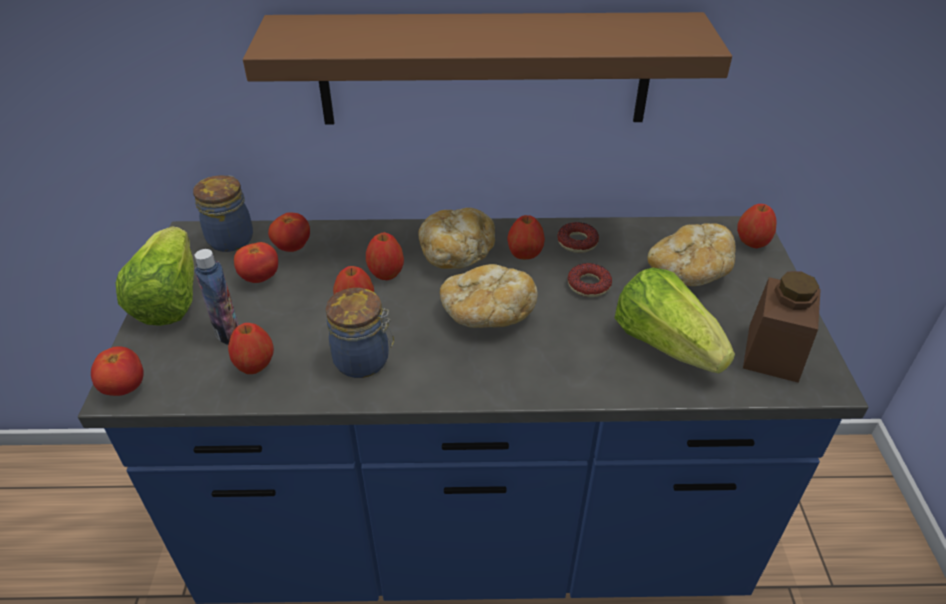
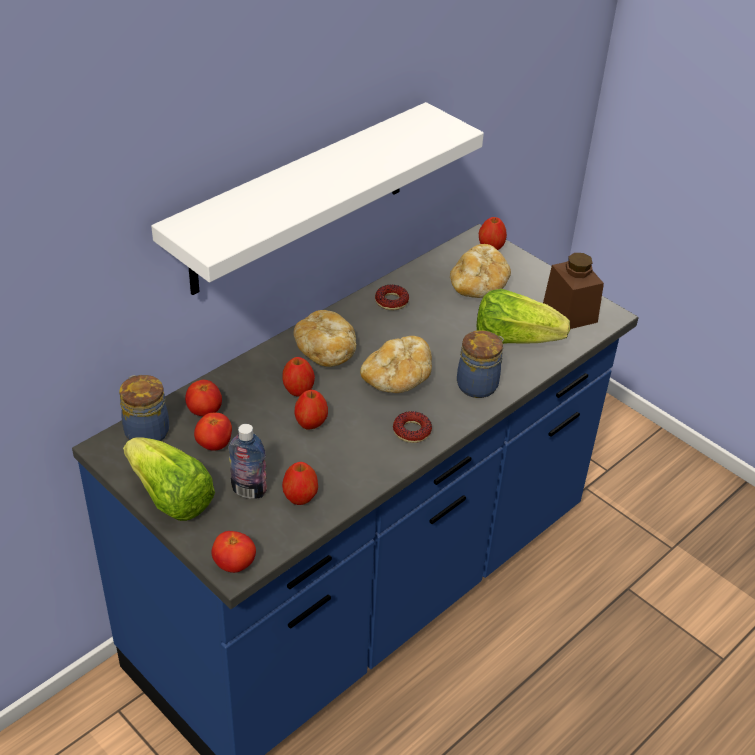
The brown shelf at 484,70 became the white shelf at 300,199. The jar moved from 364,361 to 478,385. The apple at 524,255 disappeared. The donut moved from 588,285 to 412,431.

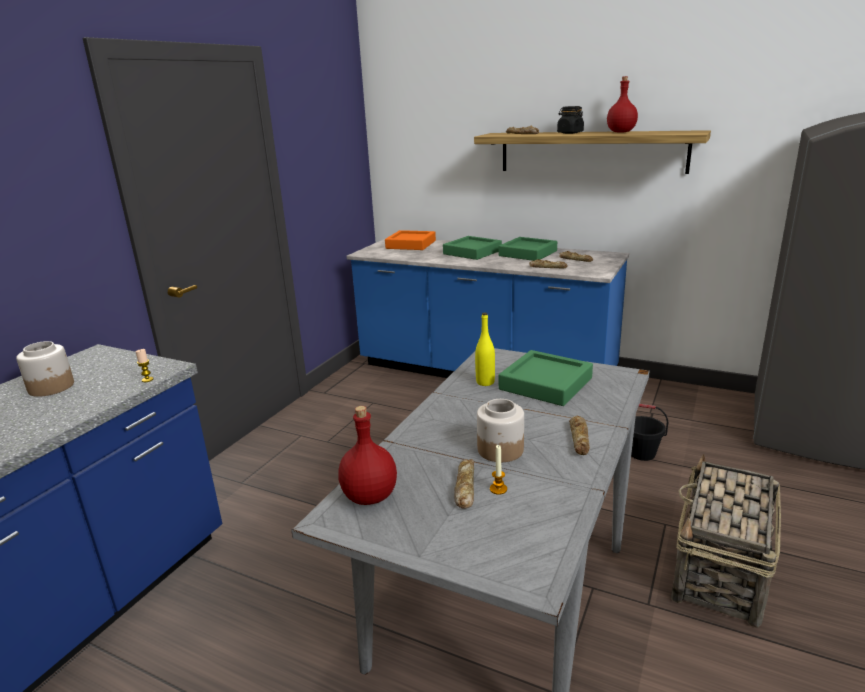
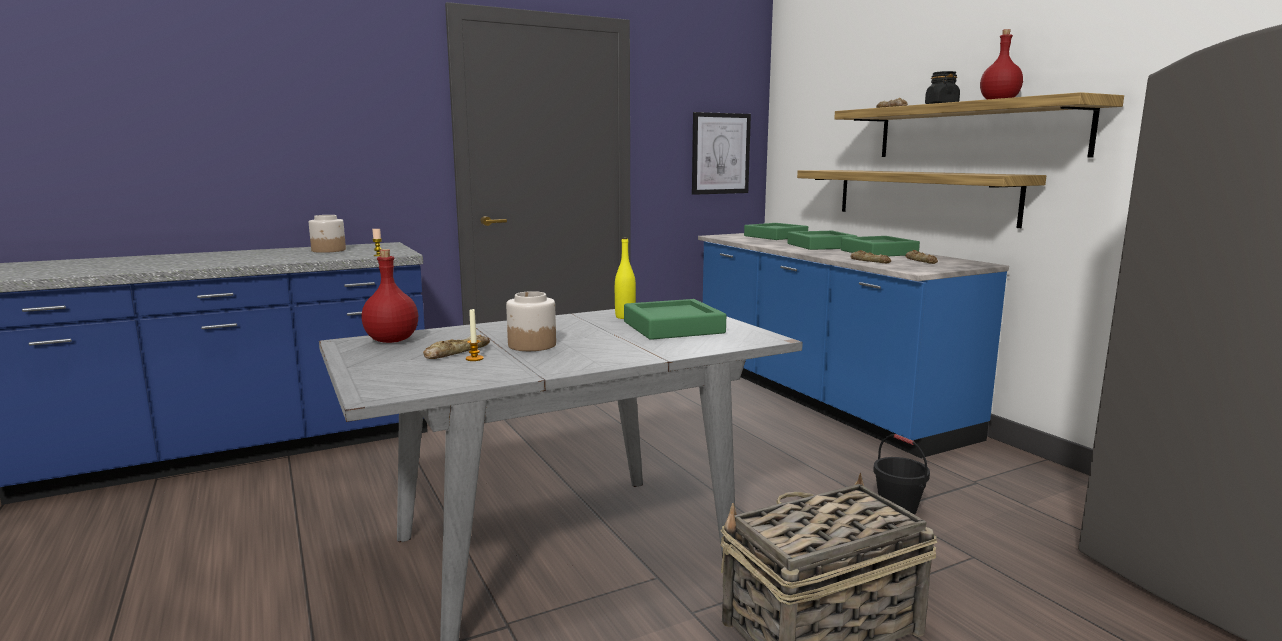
The orange tray at 411,244 became the green tray at 775,236. The bread at 580,439 disappeared. The picture at 720,153 appeared. The shelf at 922,195 appeared.

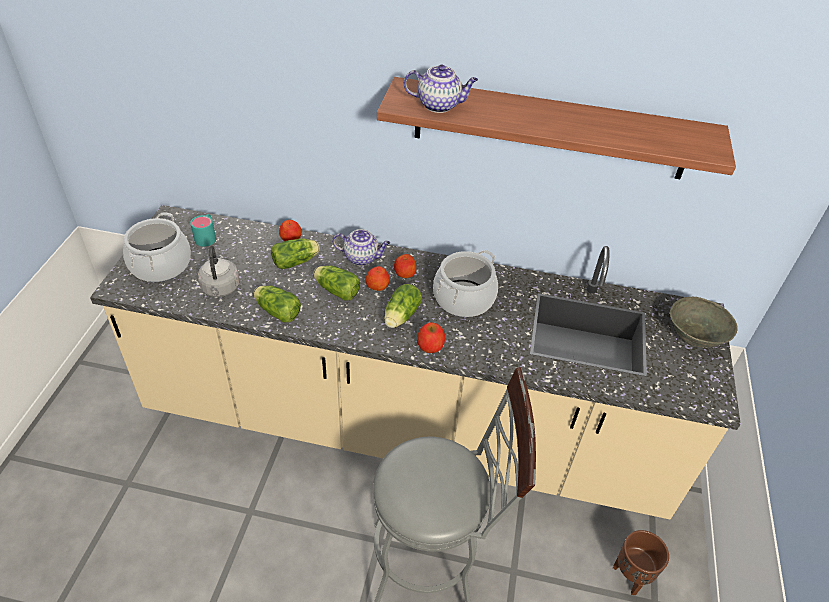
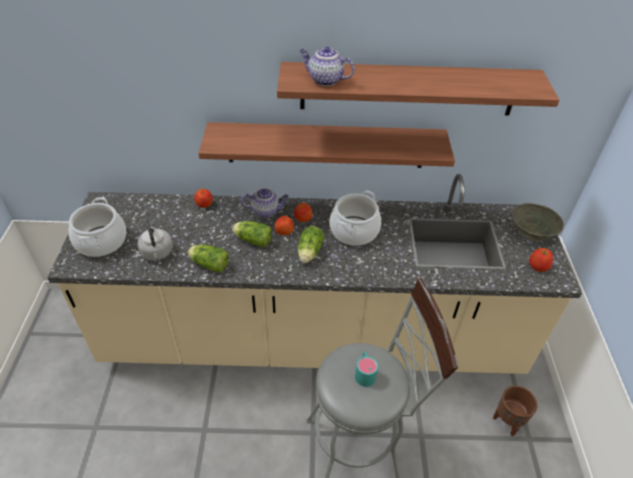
The turquoise mug moved from 207,236 to 364,372. The lettuce at 297,261 disappeared. The teapot at 439,105 turned 150 degrees counterclockwise. The apple moved from 430,345 to 538,266. The shelf at 326,145 appeared.

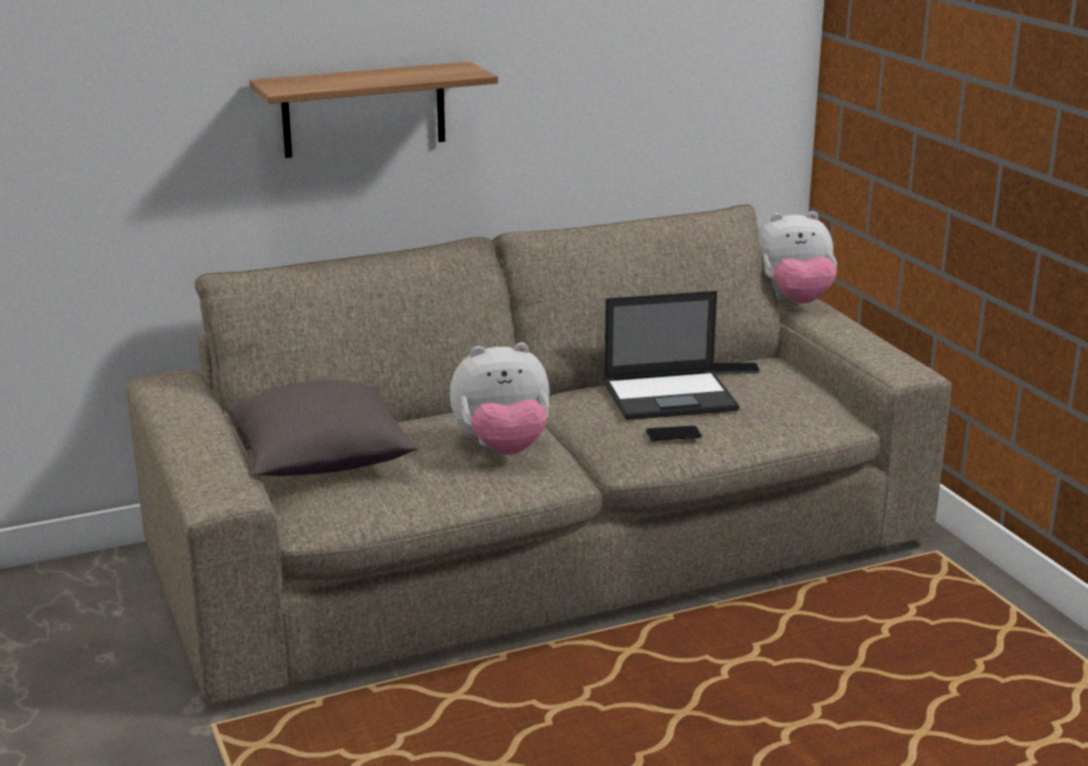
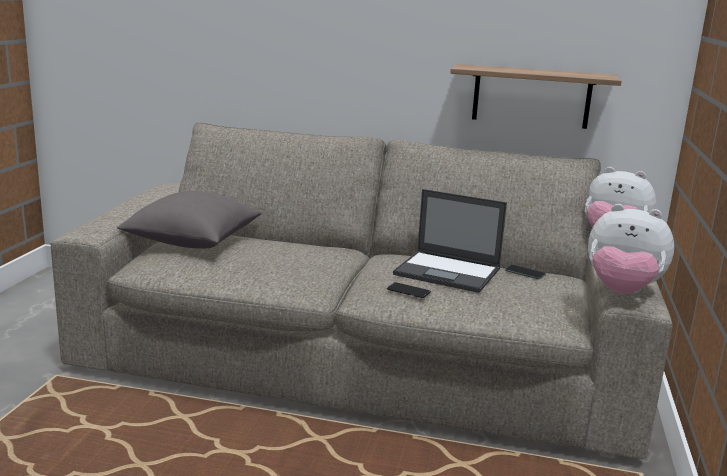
The shelf moved from 364,110 to 531,96. The plush toy moved from 503,448 to 621,292.

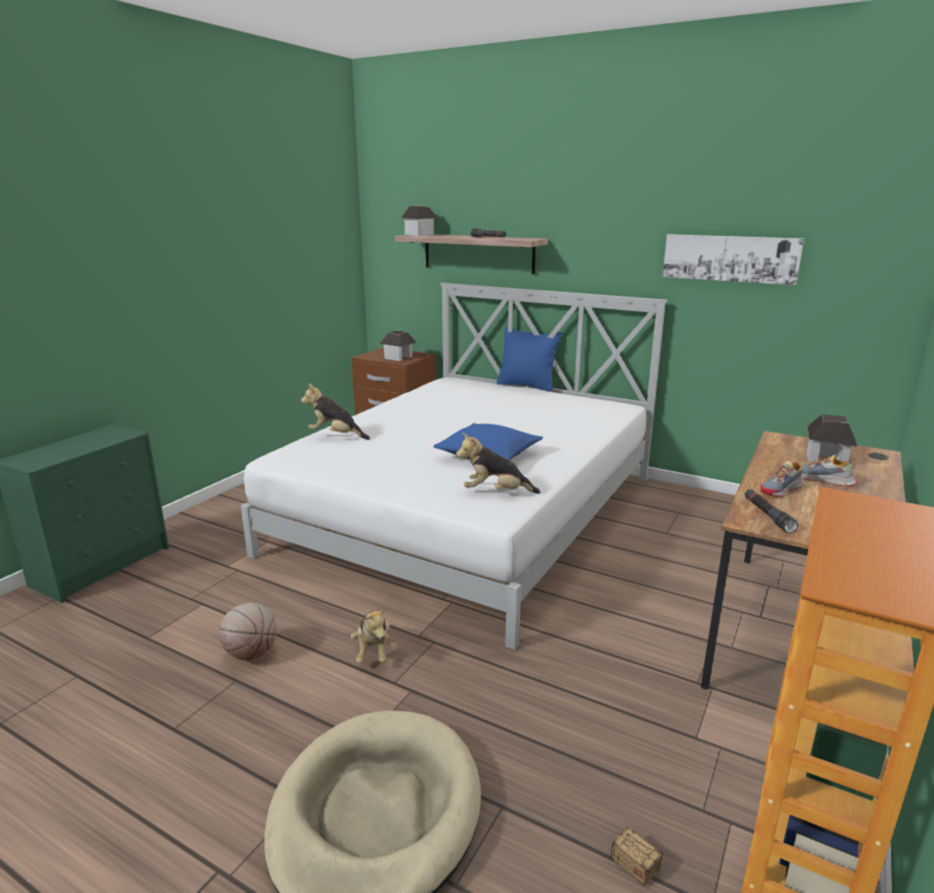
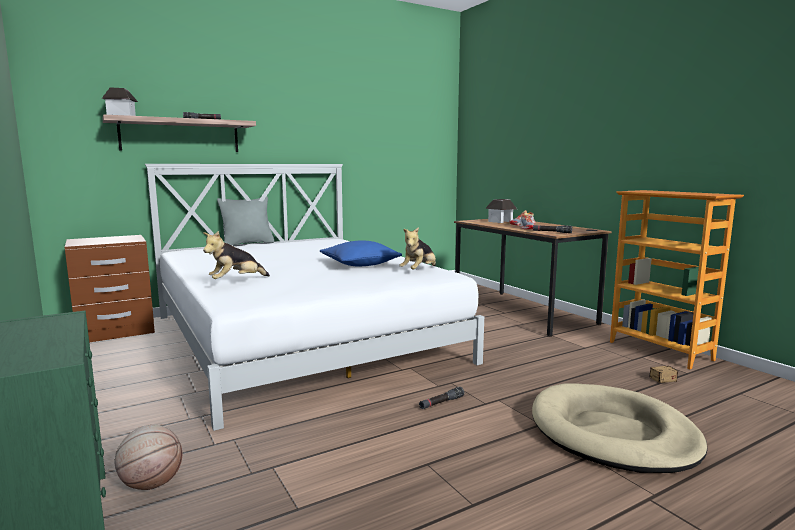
The basketball moved from 251,653 to 152,483. The plush toy at 373,651 was replaced by the black flashlight at 441,403. The toy house at 398,357 disappeared. The blue pillow at 527,385 became the grey pillow at 248,243. The picture at 730,258 disappeared.

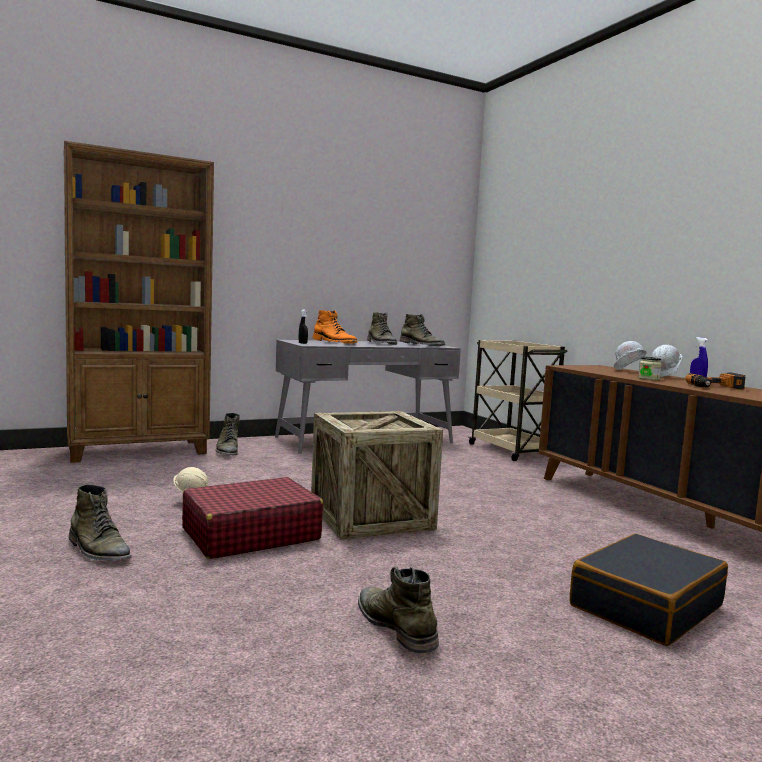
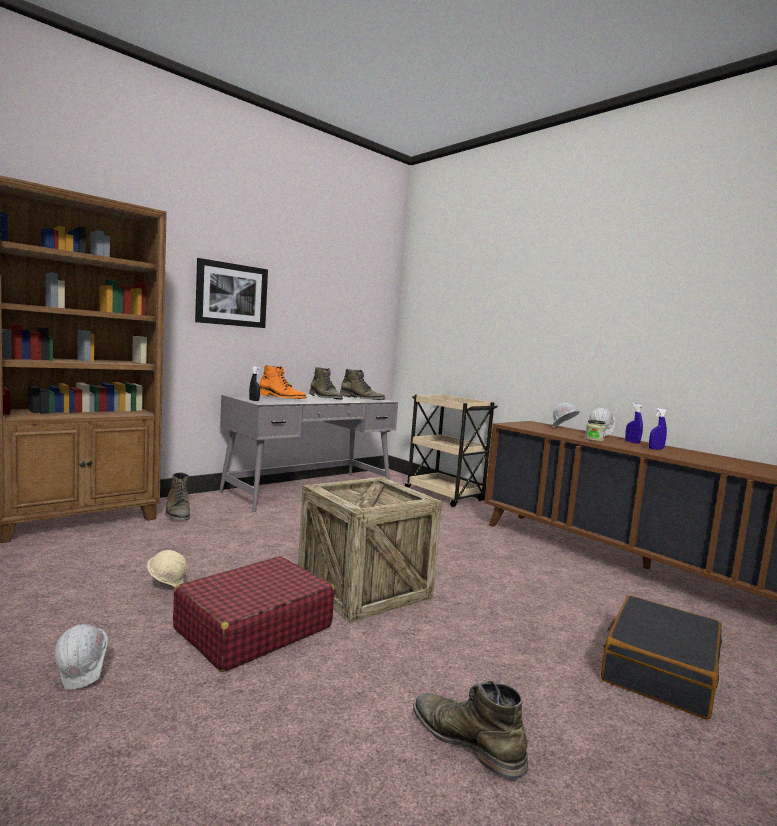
The green boot at 98,550 was replaced by the white hard hat at 83,677. The power drill at 716,387 was replaced by the blue spray bottle at 656,449. The picture at 231,294 appeared.

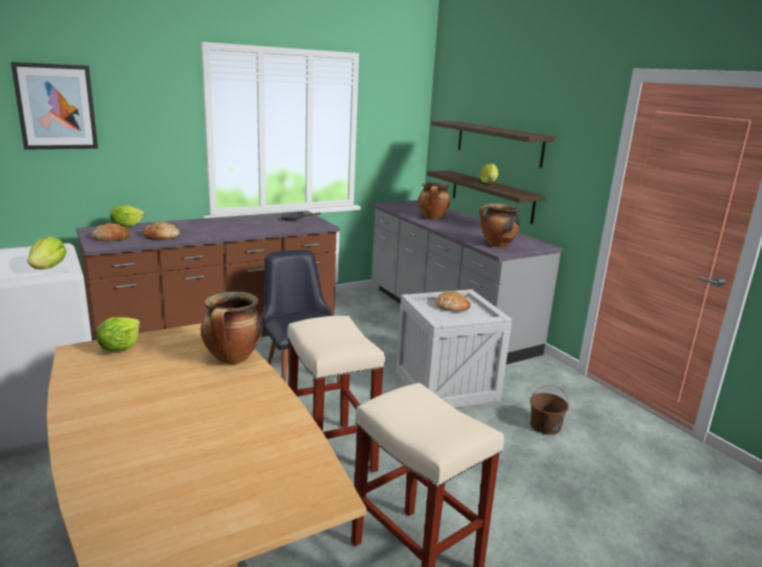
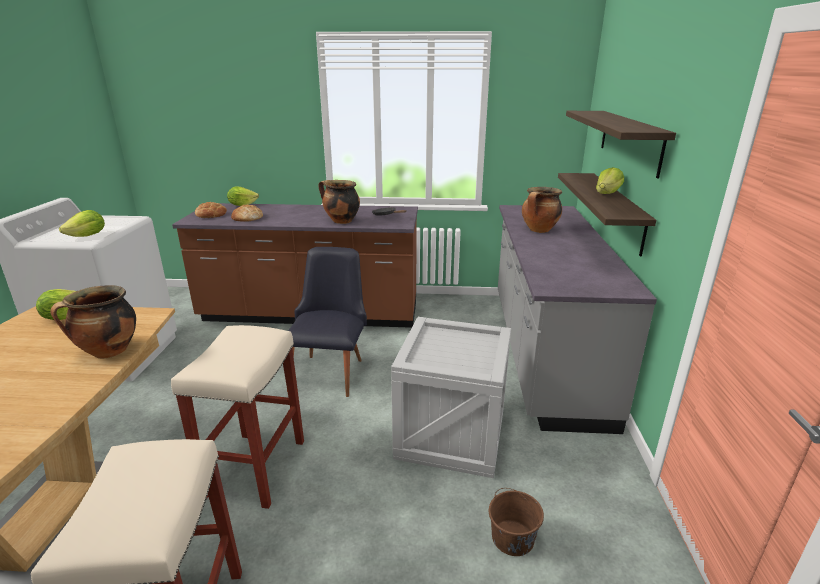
The picture at 56,107 disappeared. The bread at 452,306 disappeared. The cooking pot moved from 497,245 to 341,221.

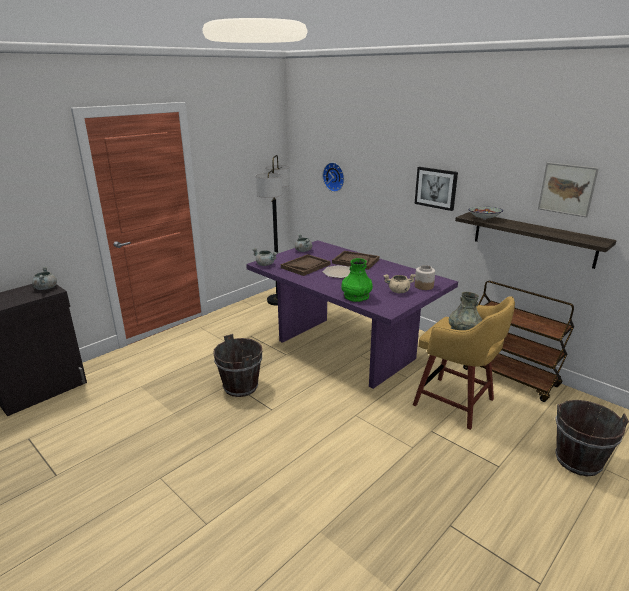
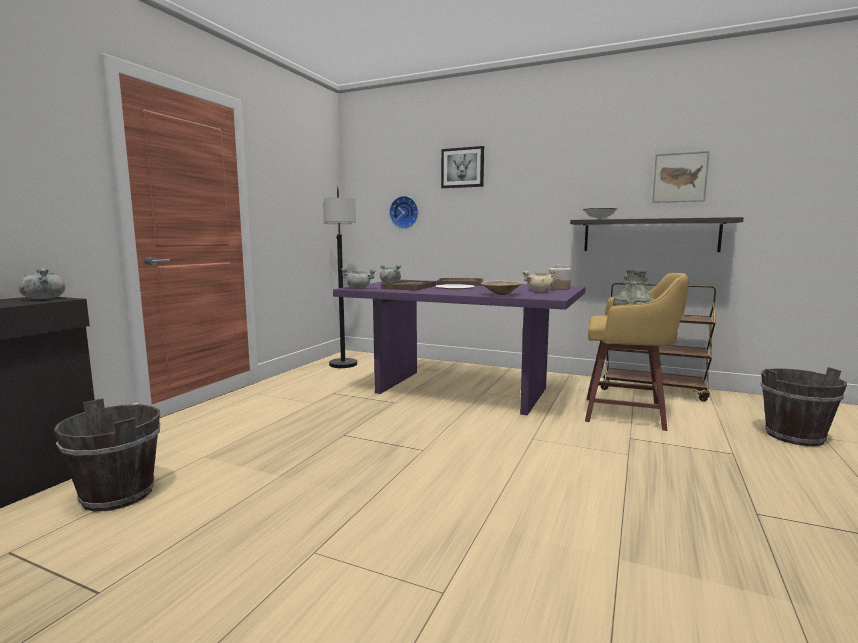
The brown bucket moved from 241,387 to 119,495. The green vase at 356,296 was replaced by the beige bowl at 500,294. The picture moved from 436,188 to 462,167.

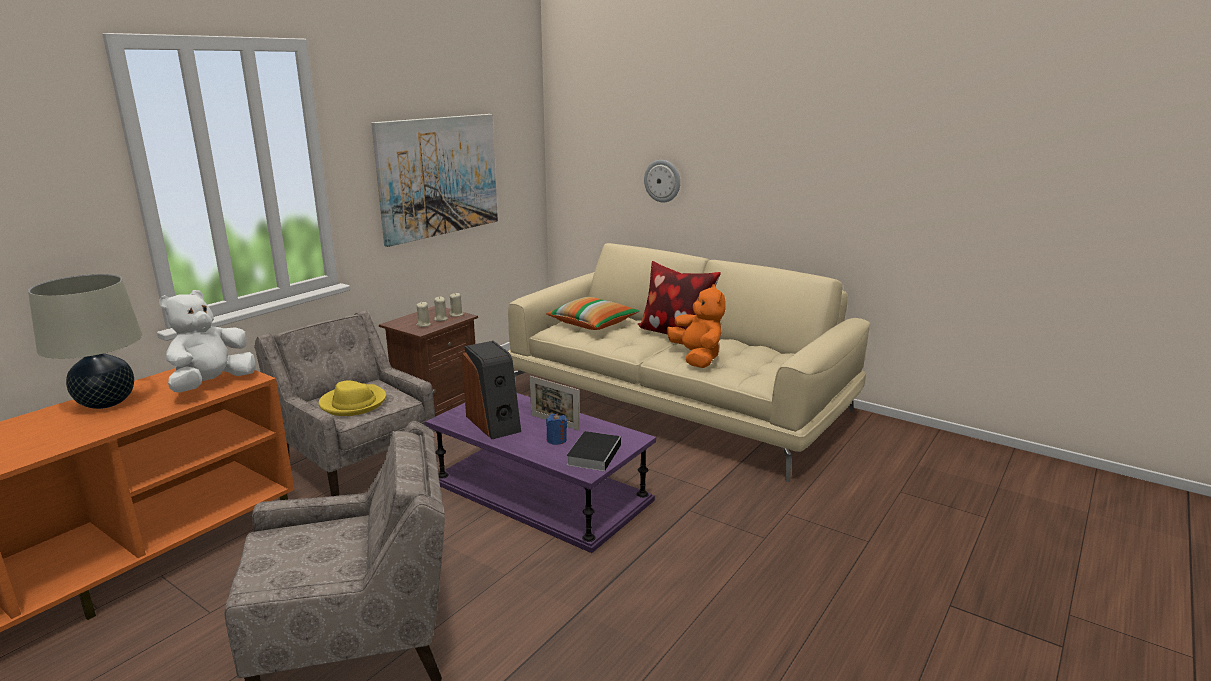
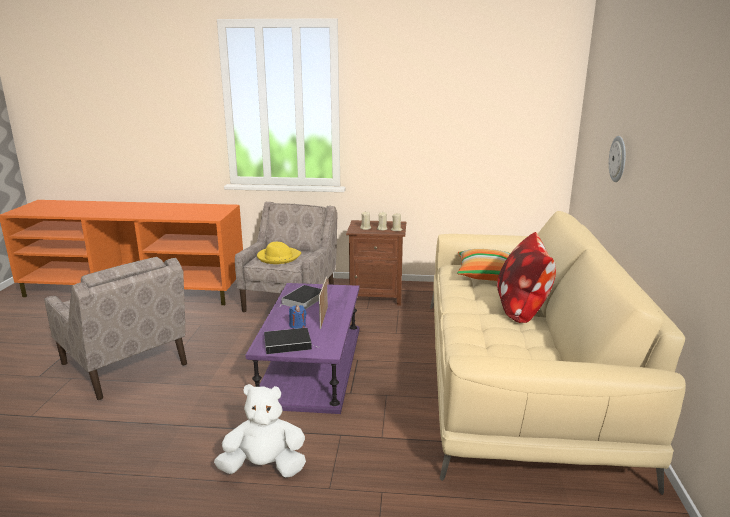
The beige table lamp at 106,403 disappeared. The white plush toy moved from 212,384 to 264,467. The picture at 438,176 disappeared. The speaker at 494,423 was replaced by the book at 303,300. The orange plush toy at 697,358 disappeared.

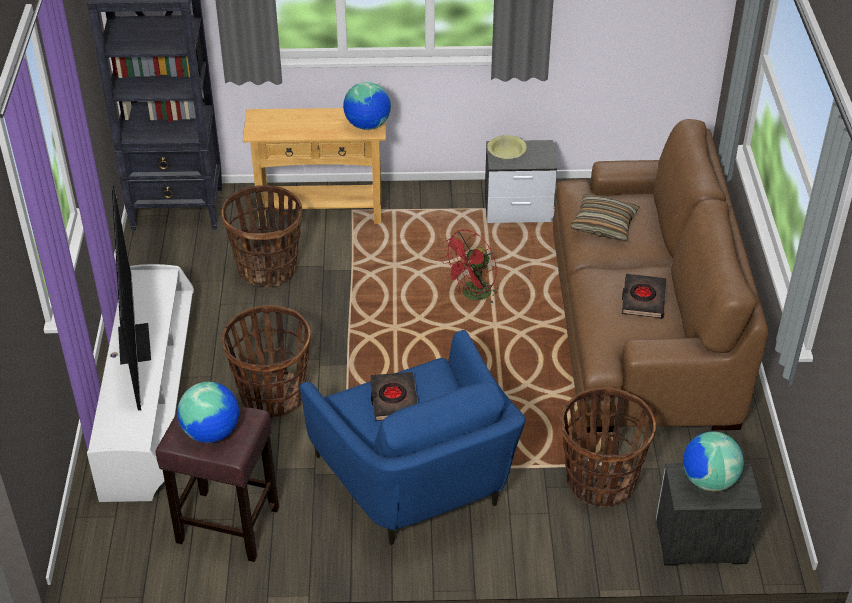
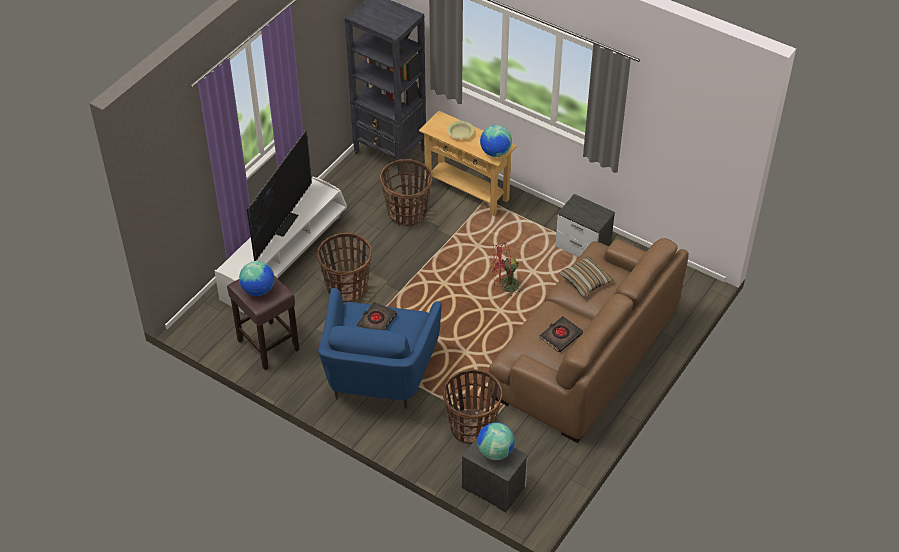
The yellow bowl moved from 506,153 to 460,133.

